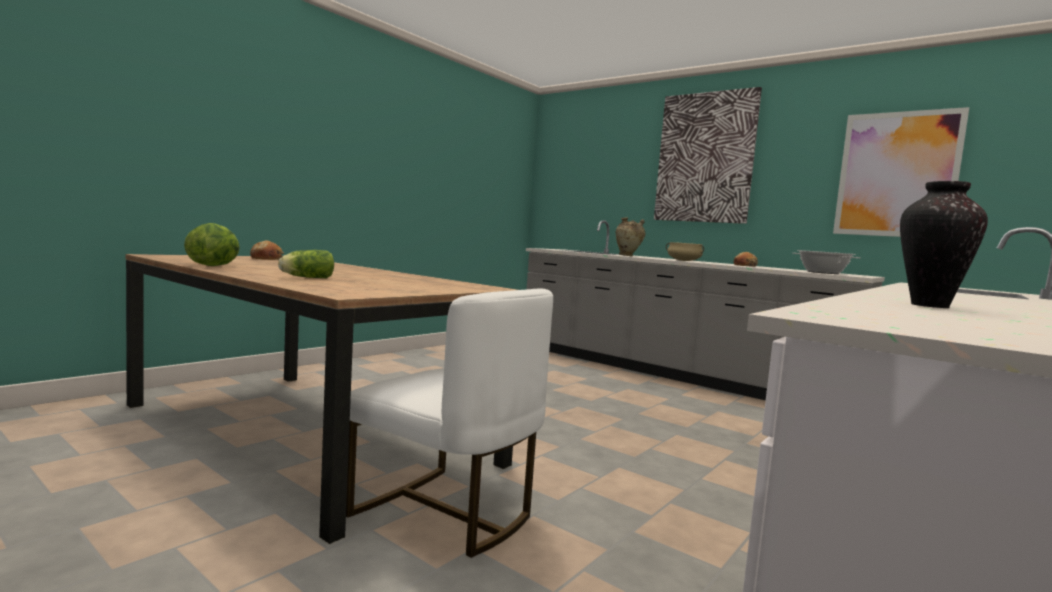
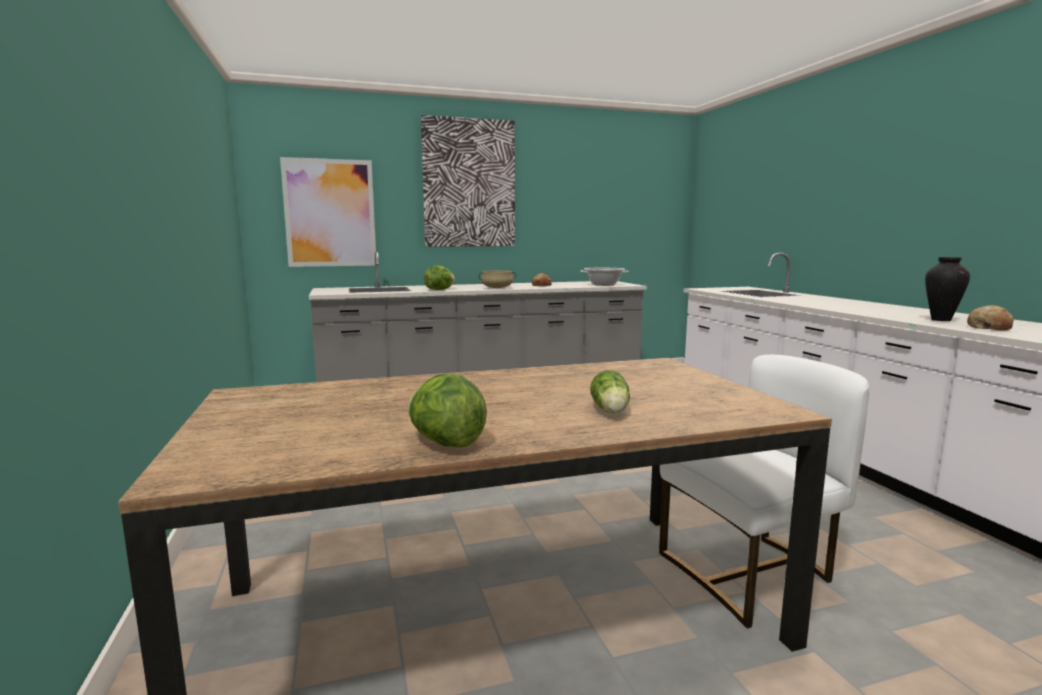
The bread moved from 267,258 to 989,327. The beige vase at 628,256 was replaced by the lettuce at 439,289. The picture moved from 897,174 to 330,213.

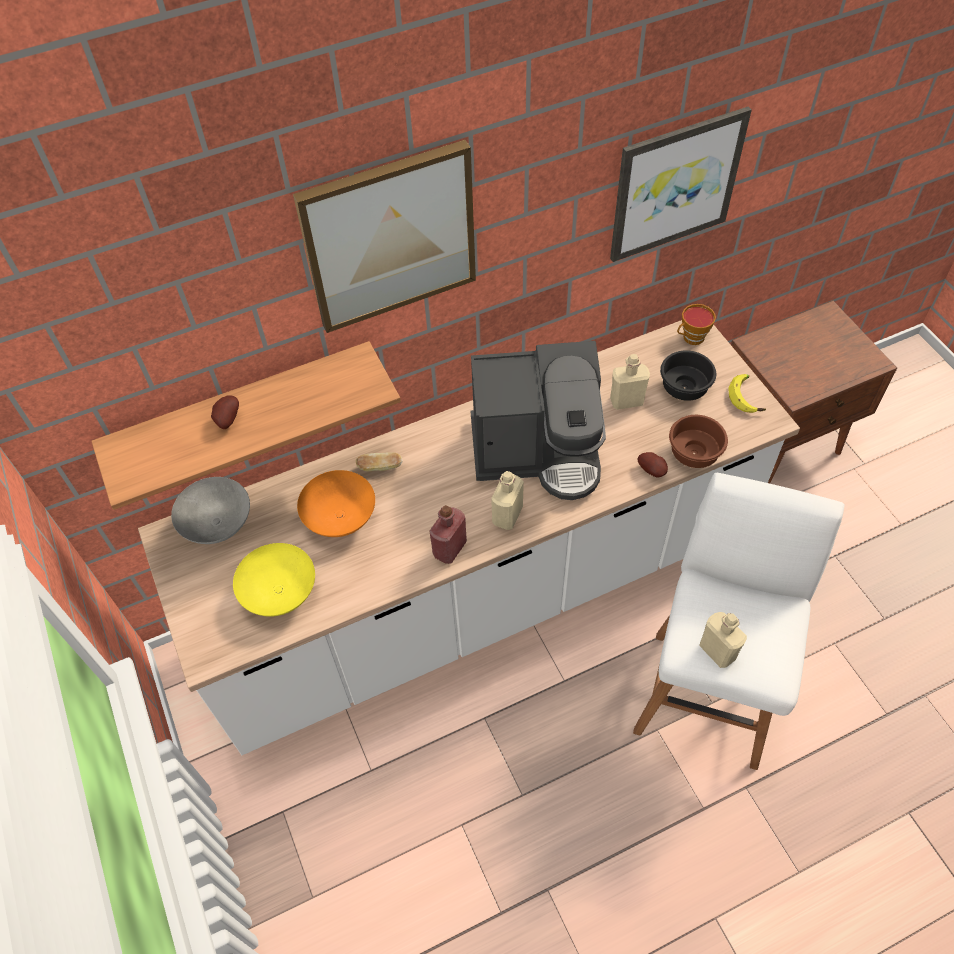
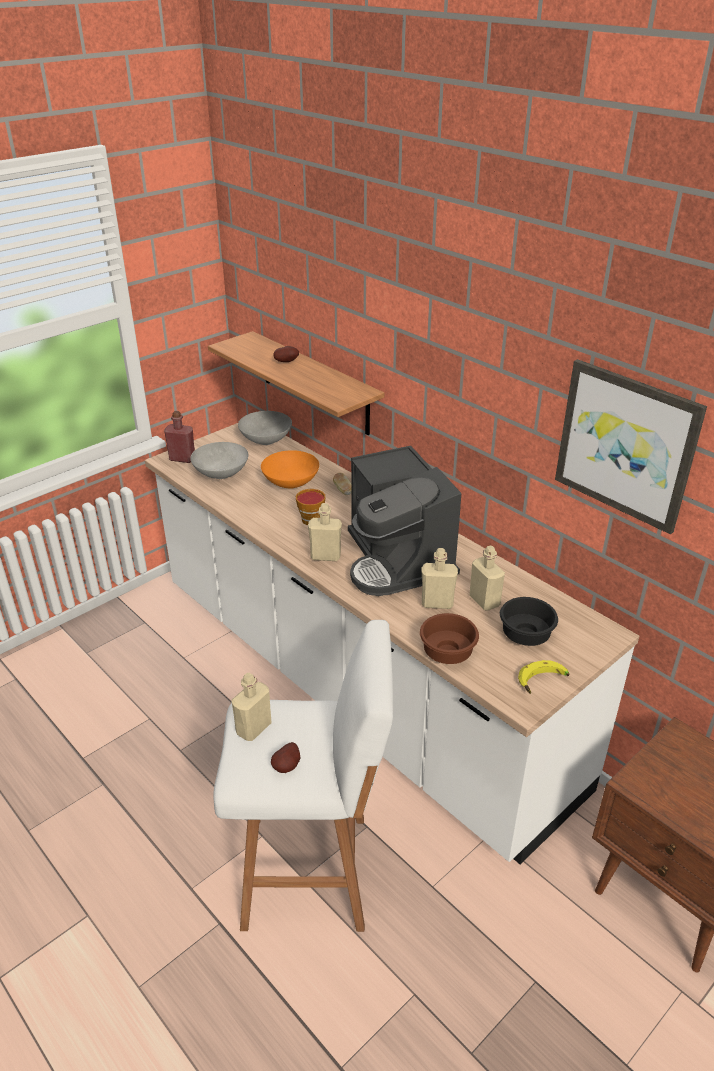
The yellow bowl at 278,592 became the grey bowl at 221,474. The picture at 390,237 disappeared. The red bottle moved from 449,548 to 182,458. The potato moved from 652,470 to 288,766. The cup moved from 691,338 to 309,519. The beige bottle at 437,603 appeared.

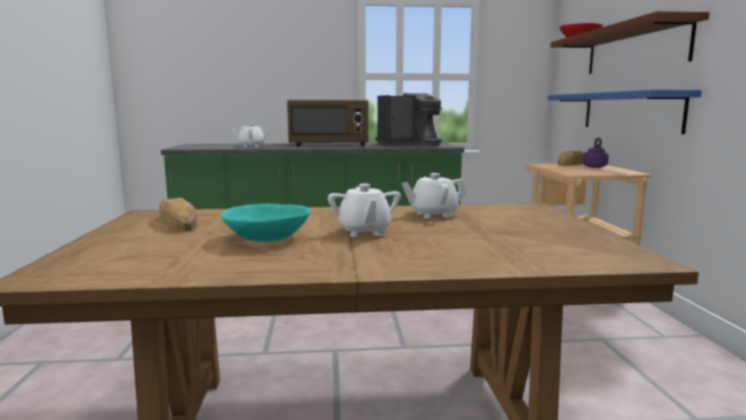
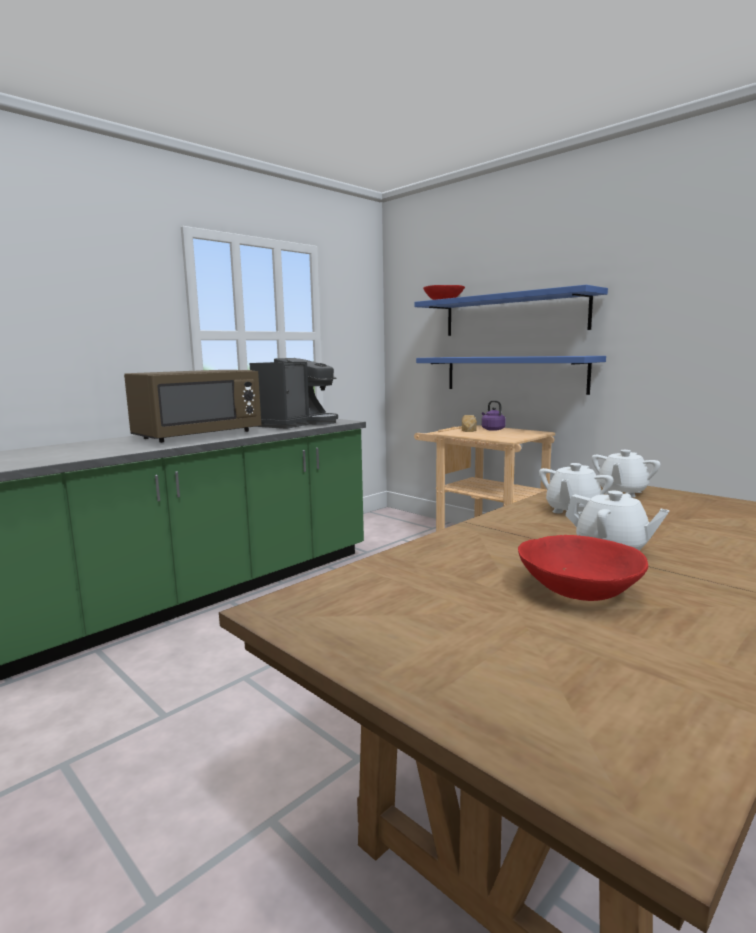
The bread at 177,223 disappeared. The turquoise bowl at 267,238 became the red bowl at 578,591. The white teapot moved from 251,146 to 622,492. The brown shelf at 634,49 became the blue shelf at 513,315.

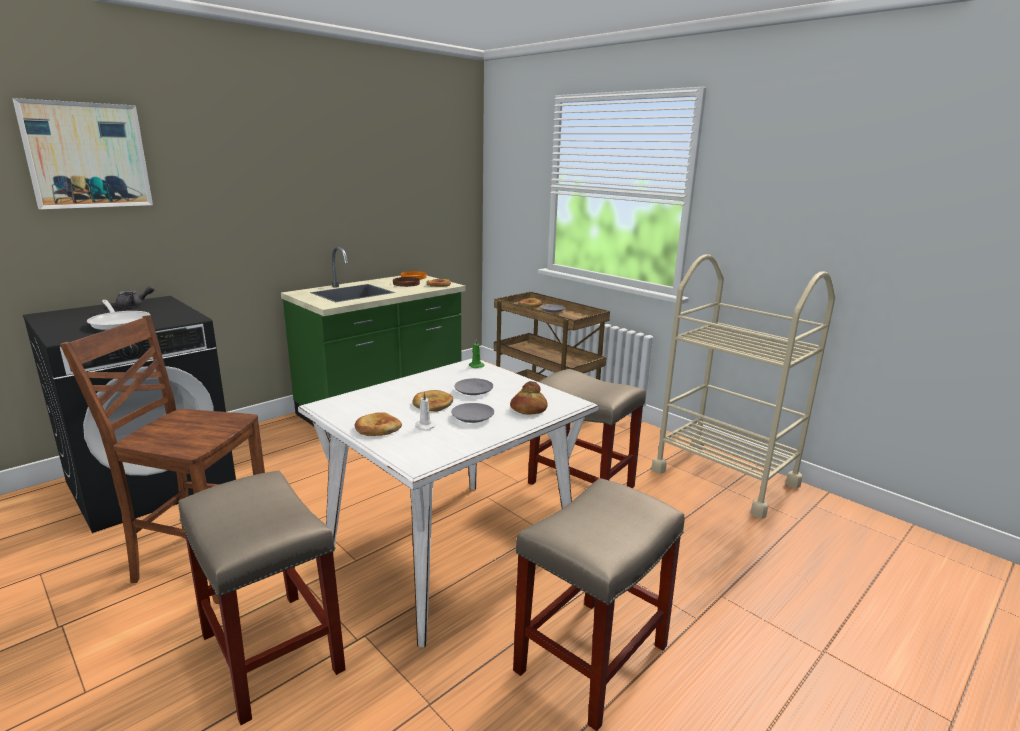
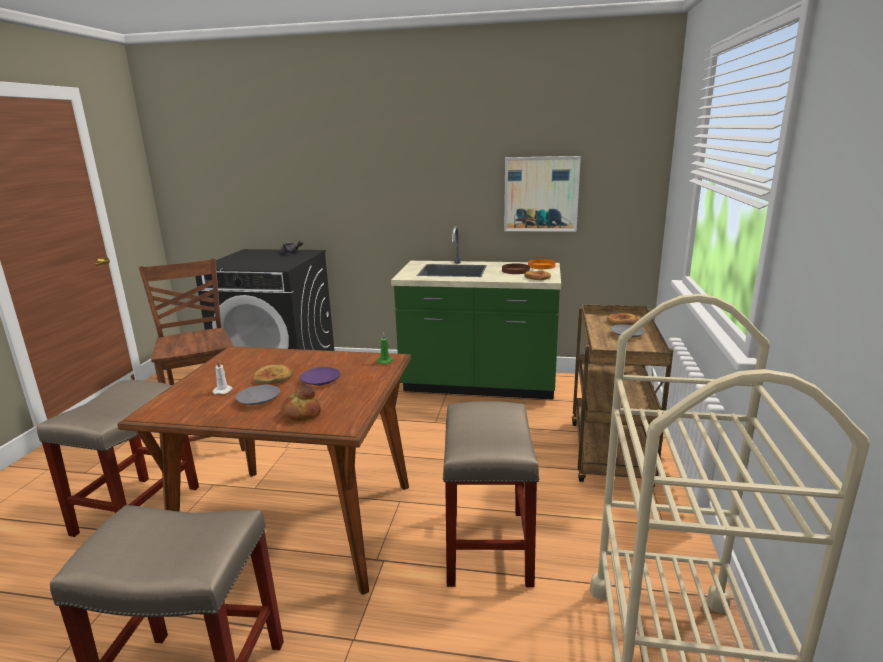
The picture moved from 87,155 to 541,194. The frying pan at 119,322 disappeared. The white dining table at 452,551 became the brown dining table at 301,524. The bread at 377,428 disappeared. The grey plate at 474,391 became the purple plate at 321,381.

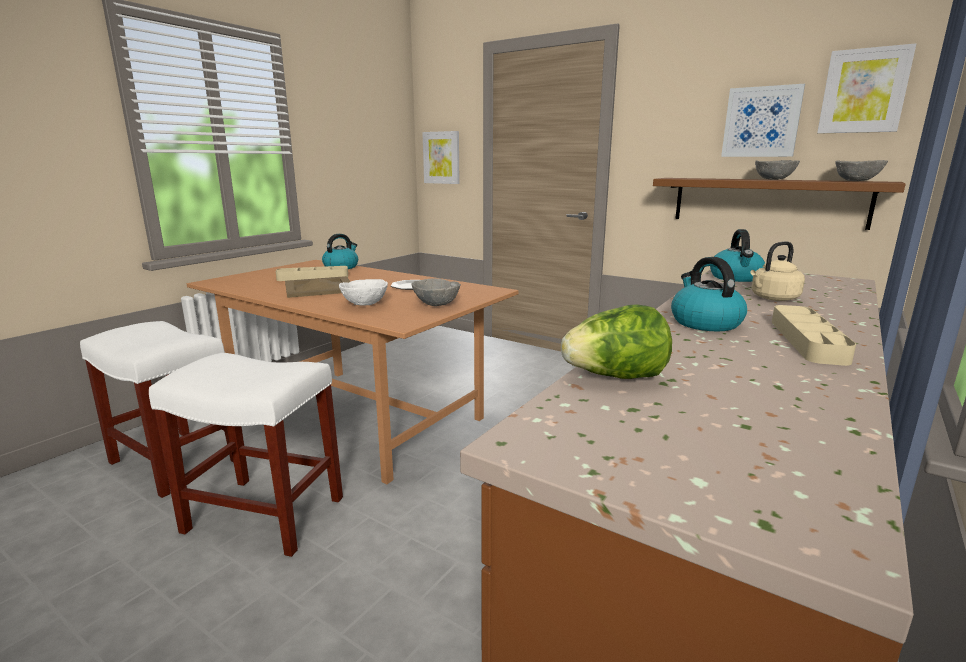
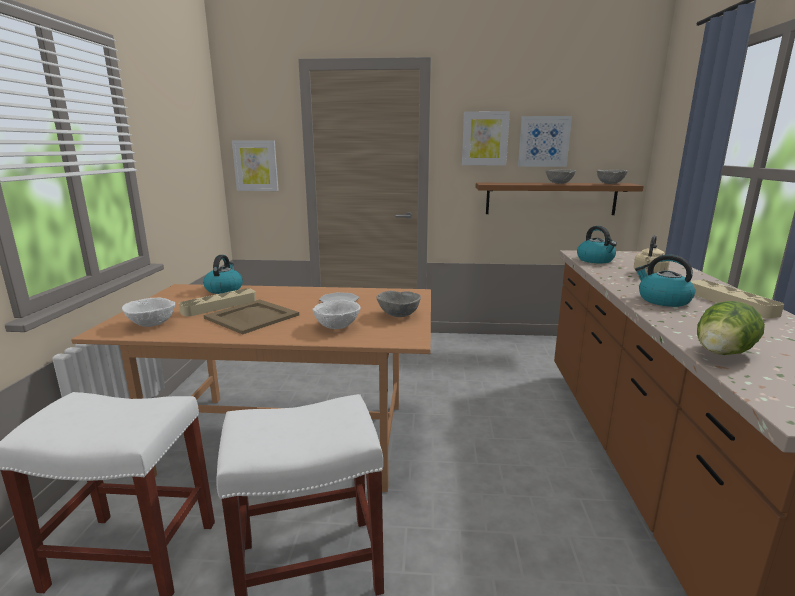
The picture moved from 864,91 to 485,138. The white bowl at 151,324 appeared.

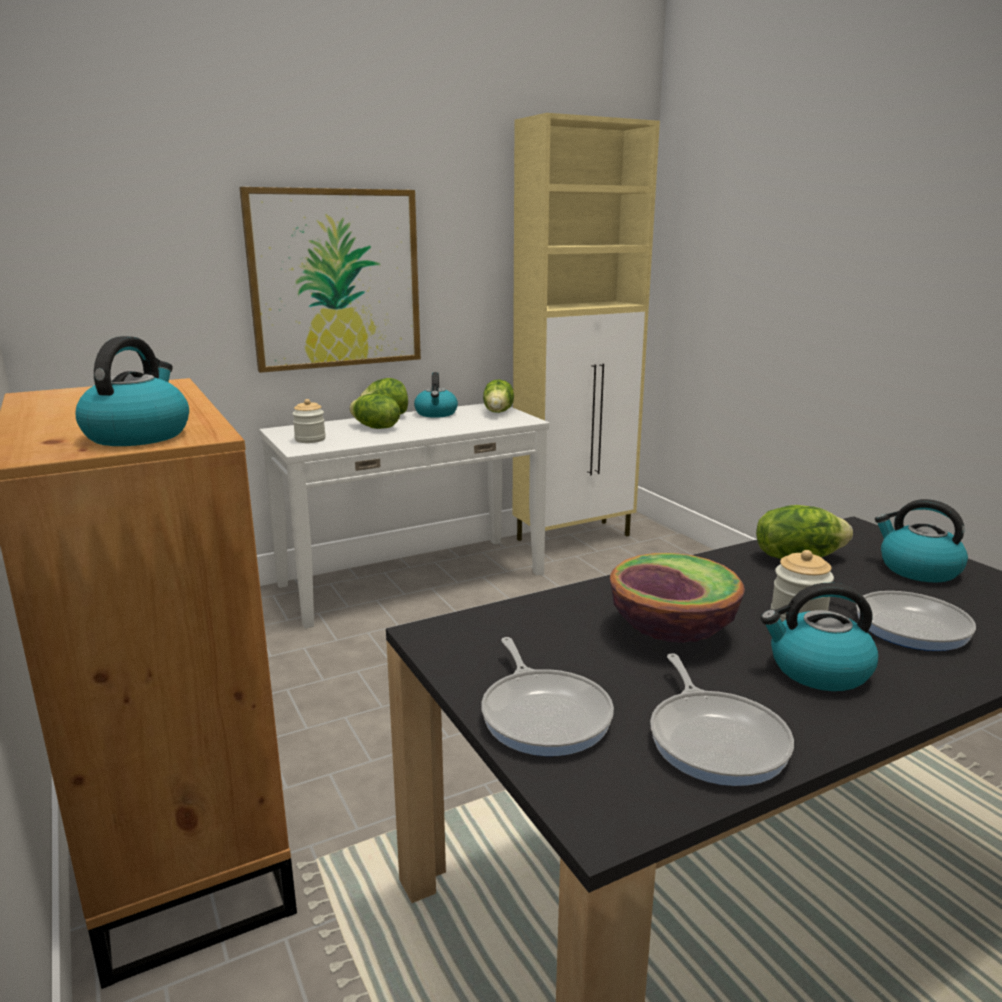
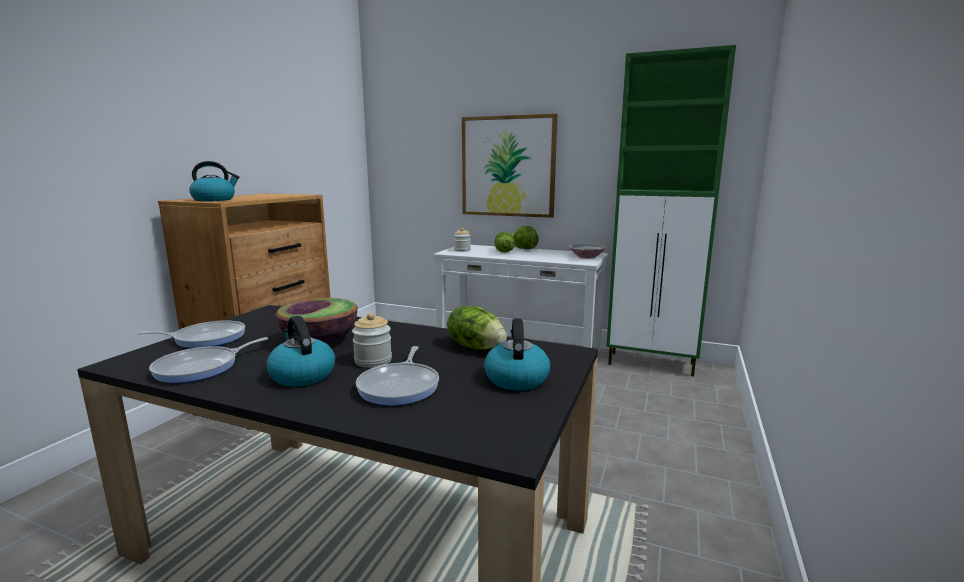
The kettle at 436,414 disappeared. The frying pan at 544,714 turned 135 degrees counterclockwise. The lettuce at 499,412 was replaced by the bowl at 587,257. The beige cabinet at 575,537 became the green cabinet at 652,364.

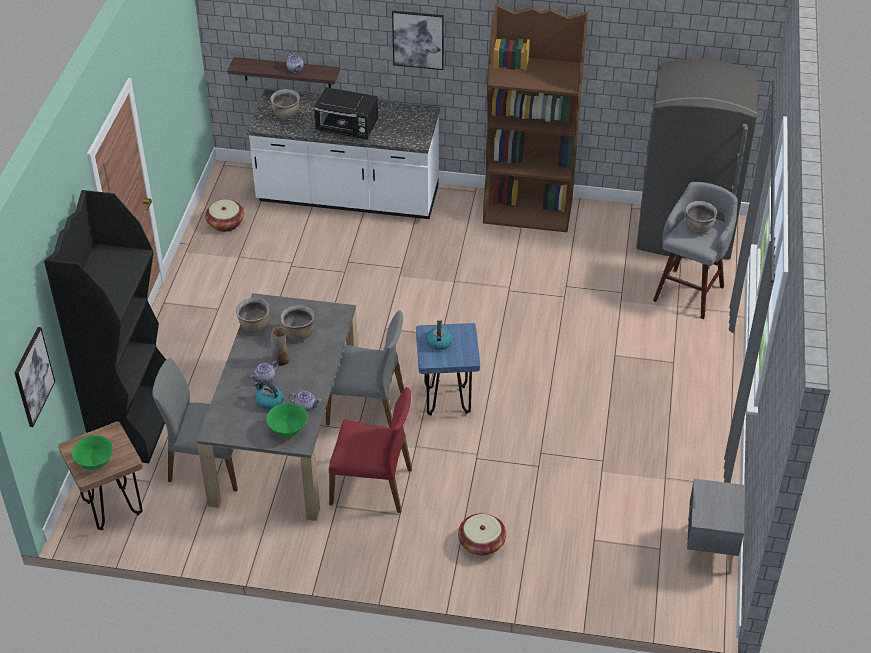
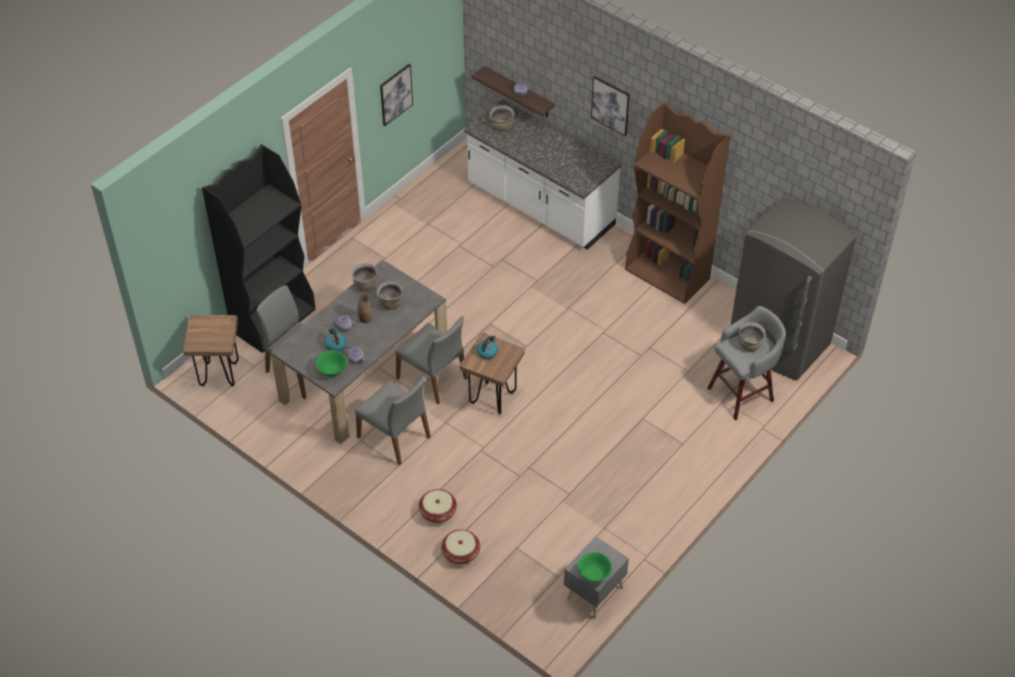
The picture moved from 33,376 to 395,94. The green bowl moved from 95,463 to 594,575. The basket moved from 225,223 to 461,553. The black microwave at 347,129 disappeared. The red chair at 372,485 became the grey chair at 395,437. The blue stool at 447,400 became the brown stool at 492,398.

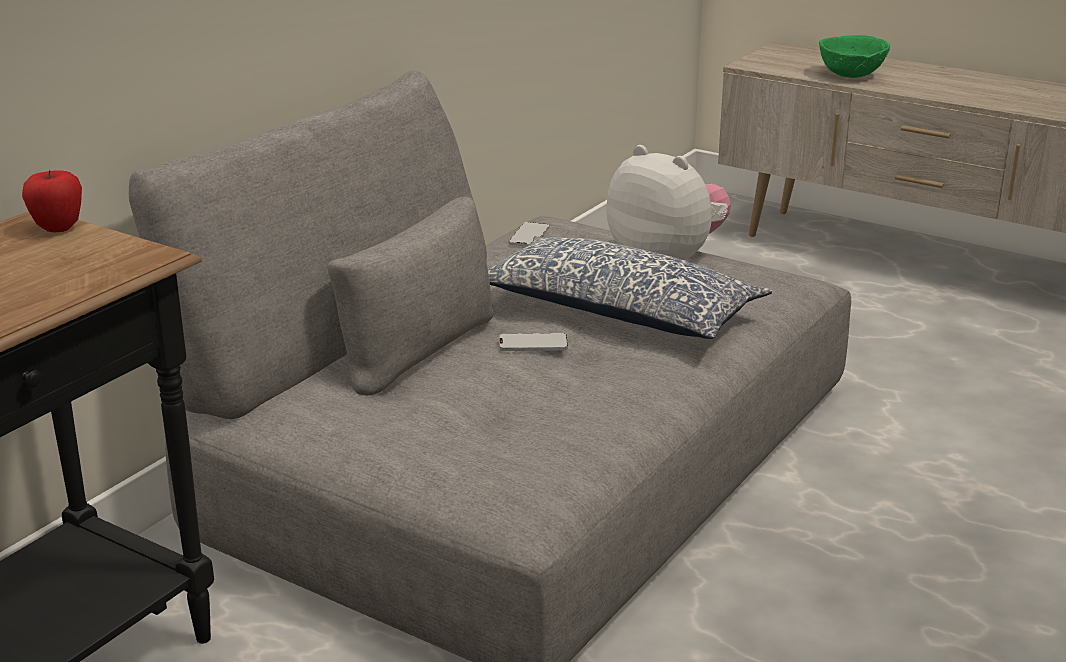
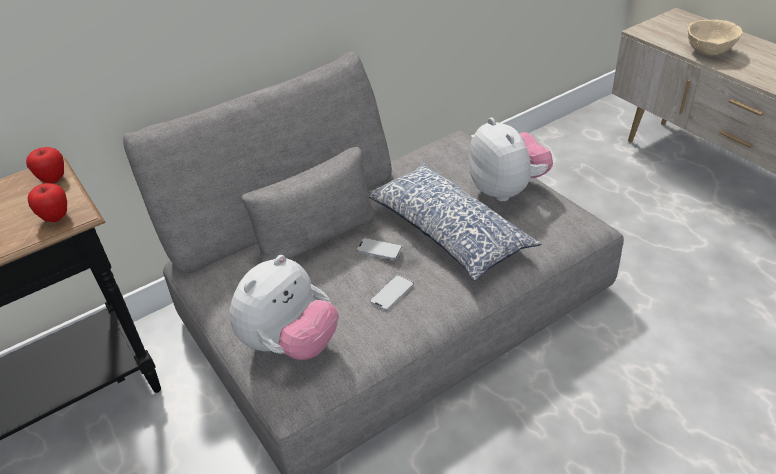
The phone moved from 529,236 to 392,293. The green bowl at 851,75 became the beige bowl at 709,51. The apple at 56,217 appeared. The plush toy at 290,344 appeared.

